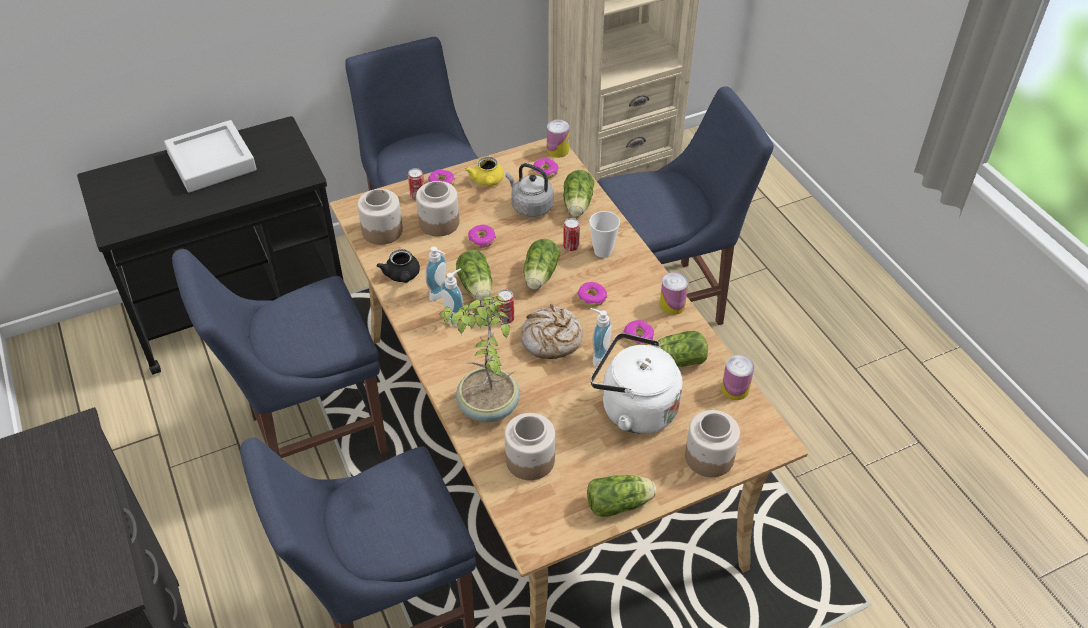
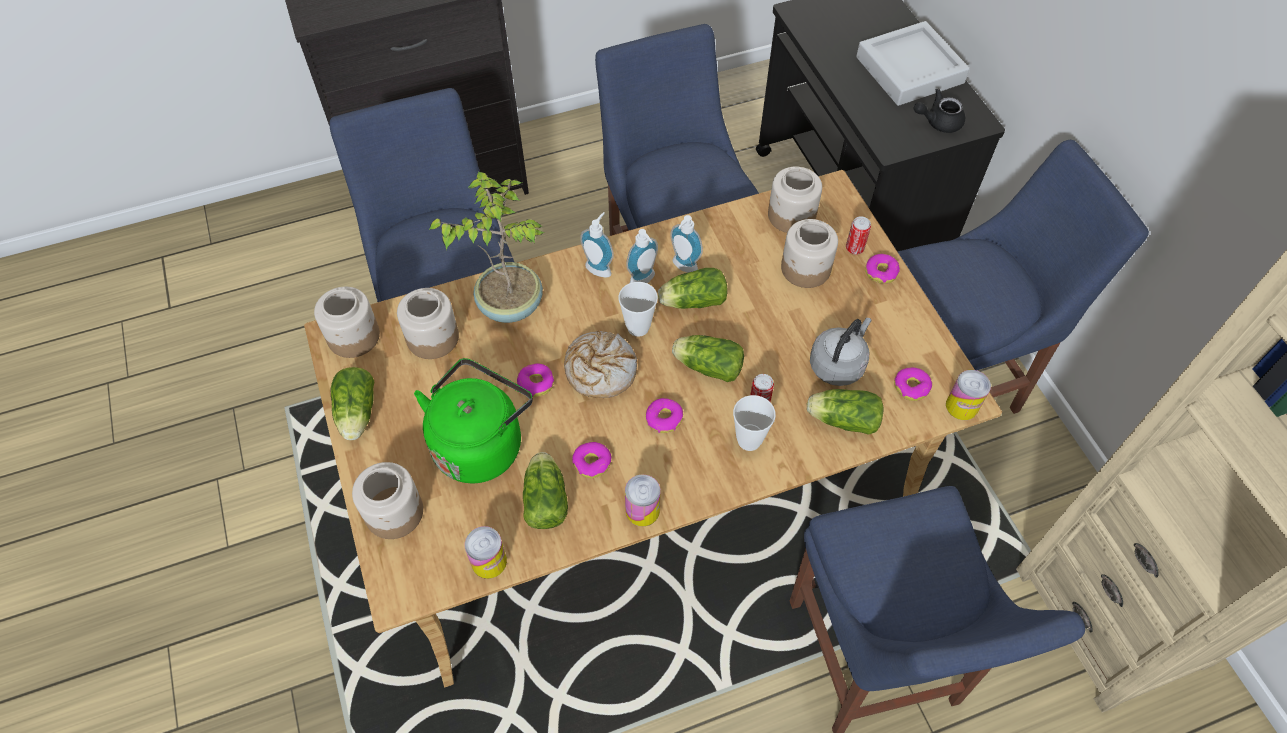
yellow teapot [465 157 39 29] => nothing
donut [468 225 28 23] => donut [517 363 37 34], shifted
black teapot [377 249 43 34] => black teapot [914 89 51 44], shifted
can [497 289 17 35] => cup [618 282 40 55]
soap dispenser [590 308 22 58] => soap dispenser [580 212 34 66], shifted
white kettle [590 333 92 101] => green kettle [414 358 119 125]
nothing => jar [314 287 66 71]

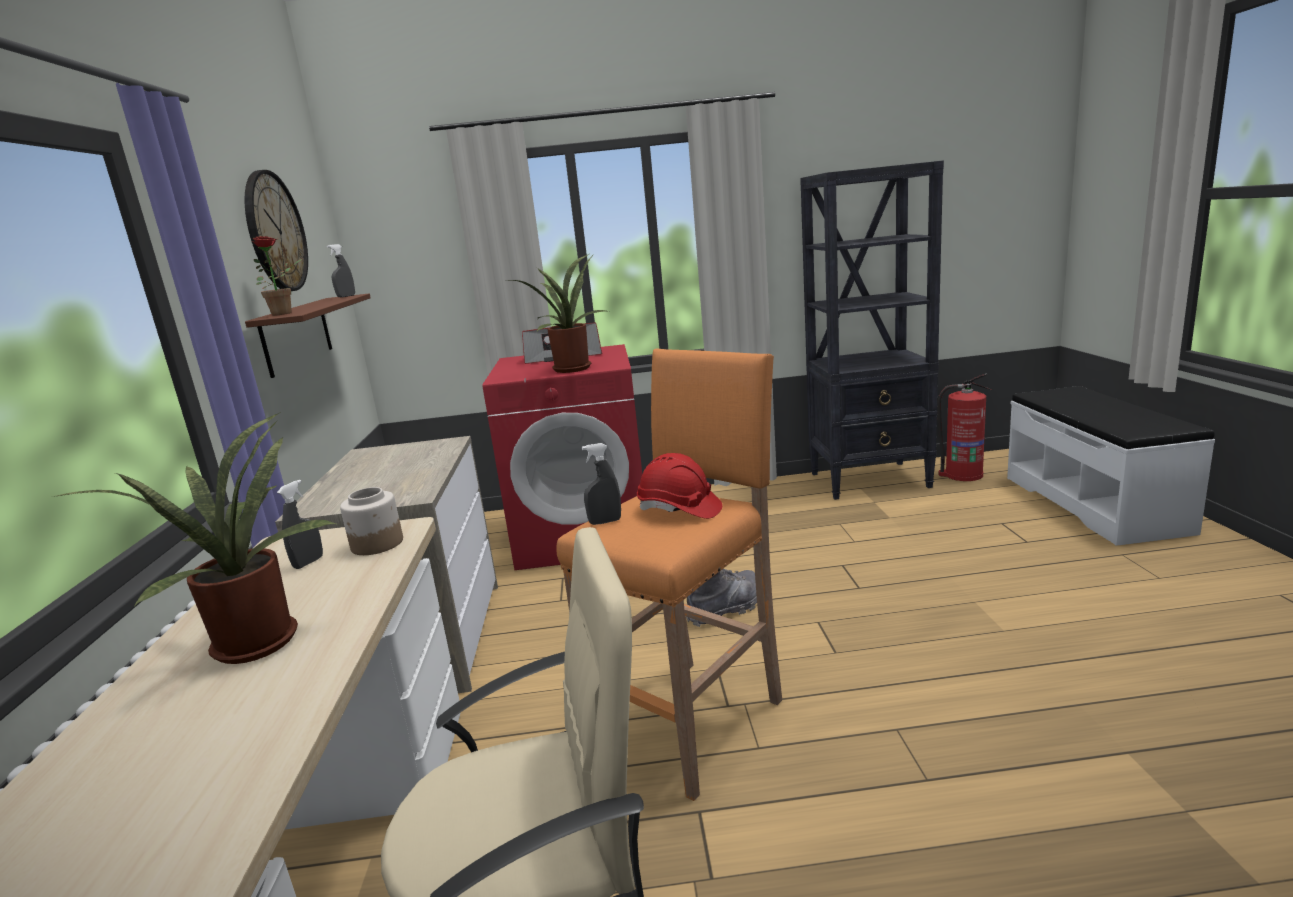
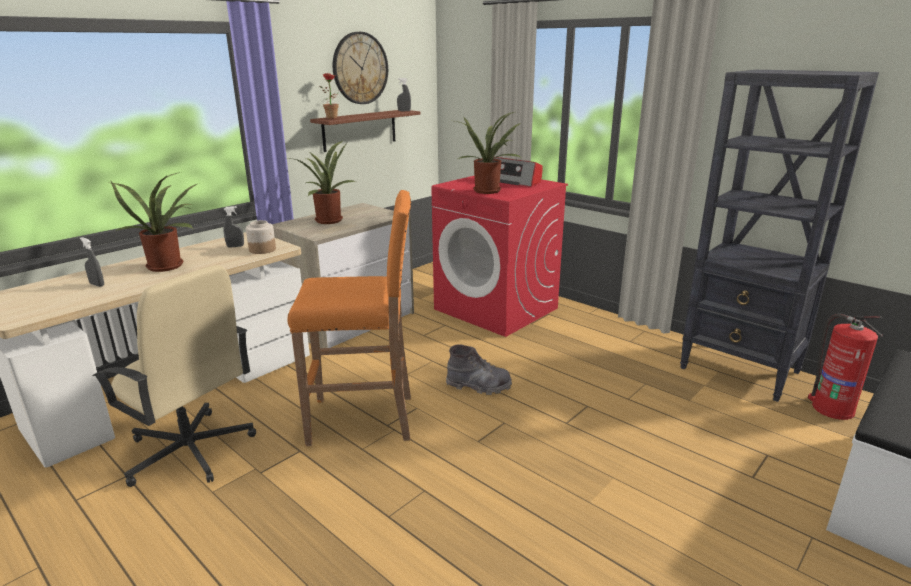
grey spray bottle [582 443 39 82] => grey spray bottle [80 237 24 50], shifted
red hard hat [637 453 85 66] => nothing
nothing => potted plant [295 141 61 83]

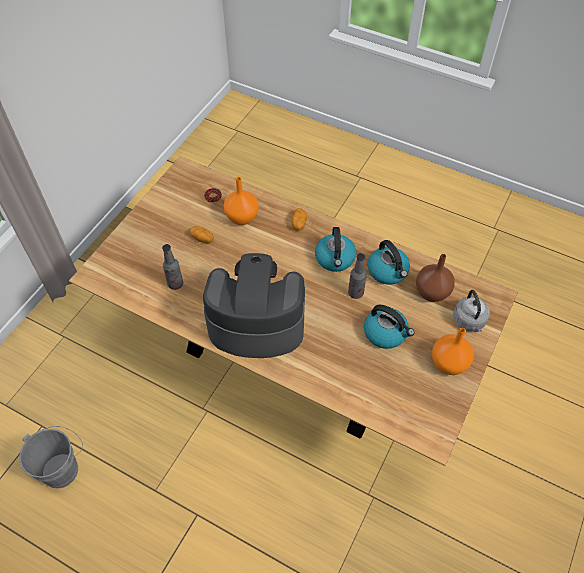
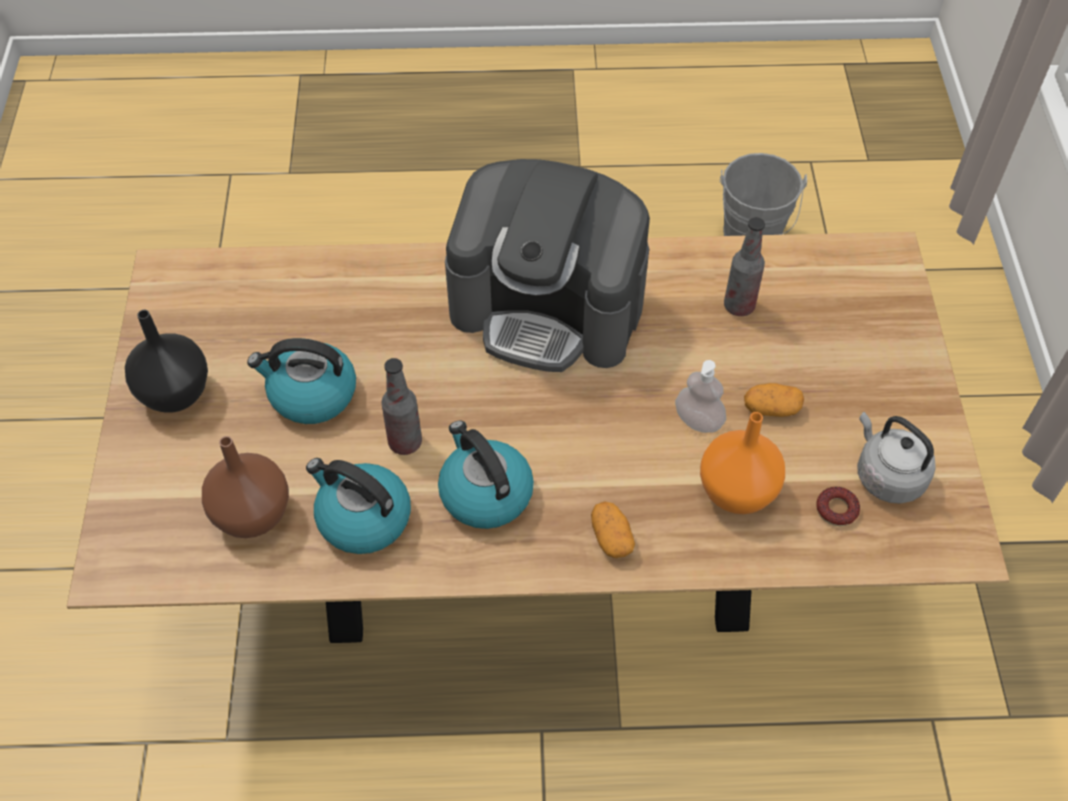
coffee machine [203 253 102 105] => coffee machine [445 159 205 213], 45 degrees clockwise
grey kettle [453 290 37 42] => grey kettle [857 412 79 92], shifted
orange vase [432 328 42 47] => black vase [125 310 83 103]
nothing => soap dispenser [675 360 51 73]

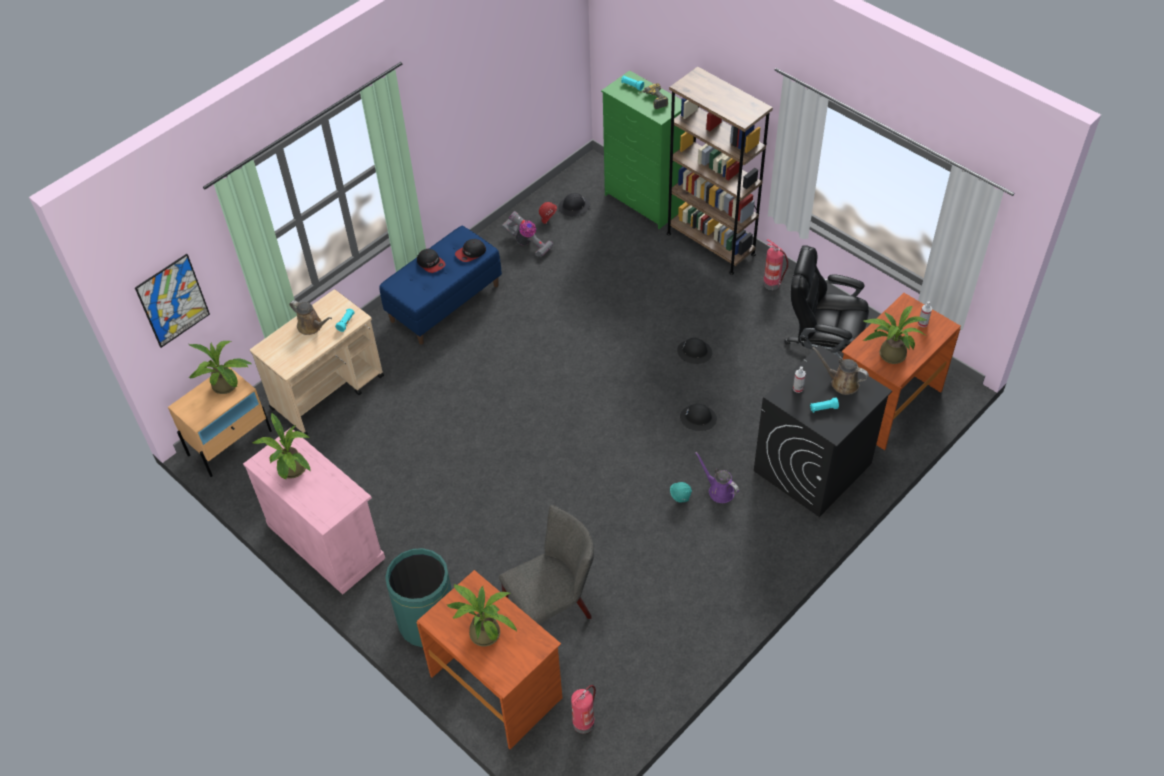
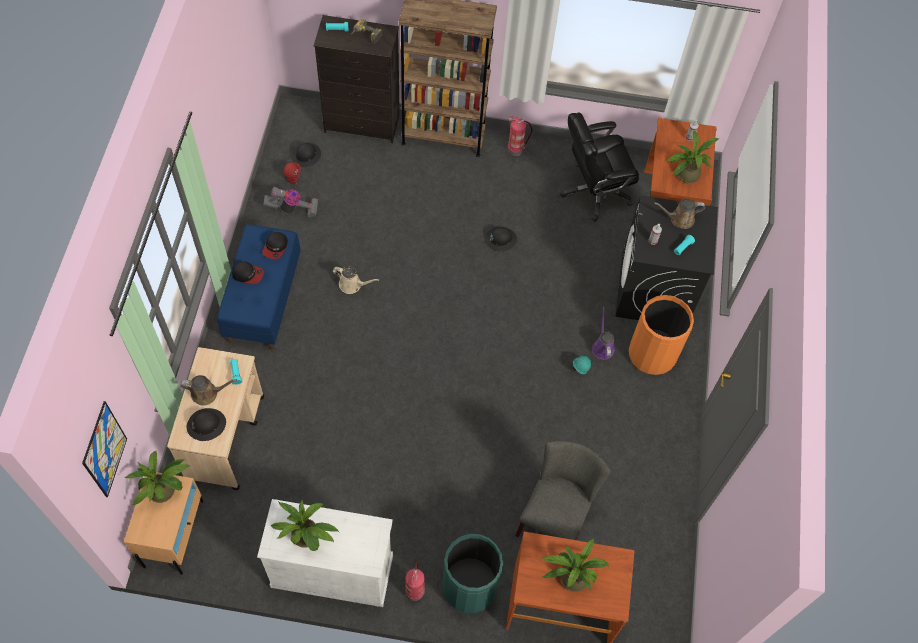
green dresser [601 70 84 159] => black dresser [314 15 86 128]
black hard hat [680 404 37 27] => black hard hat [186 408 40 33], shifted
pink cabinet [243 428 142 167] => white cabinet [257 499 136 108]
purple watering can [695 452 44 51] => purple watering can [592 307 23 53], 75 degrees clockwise
fire extinguisher [571 685 25 49] => fire extinguisher [405 562 20 39], shifted
nothing => beige watering can [333 267 46 27]
nothing => orange trash can [629 295 65 80]

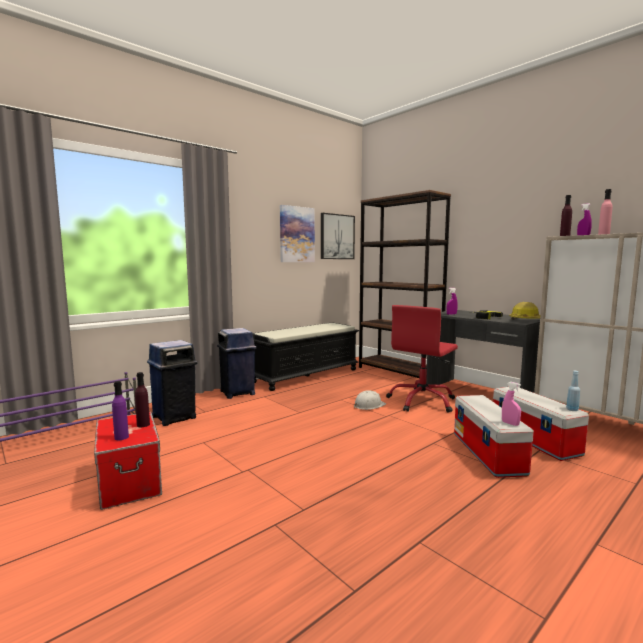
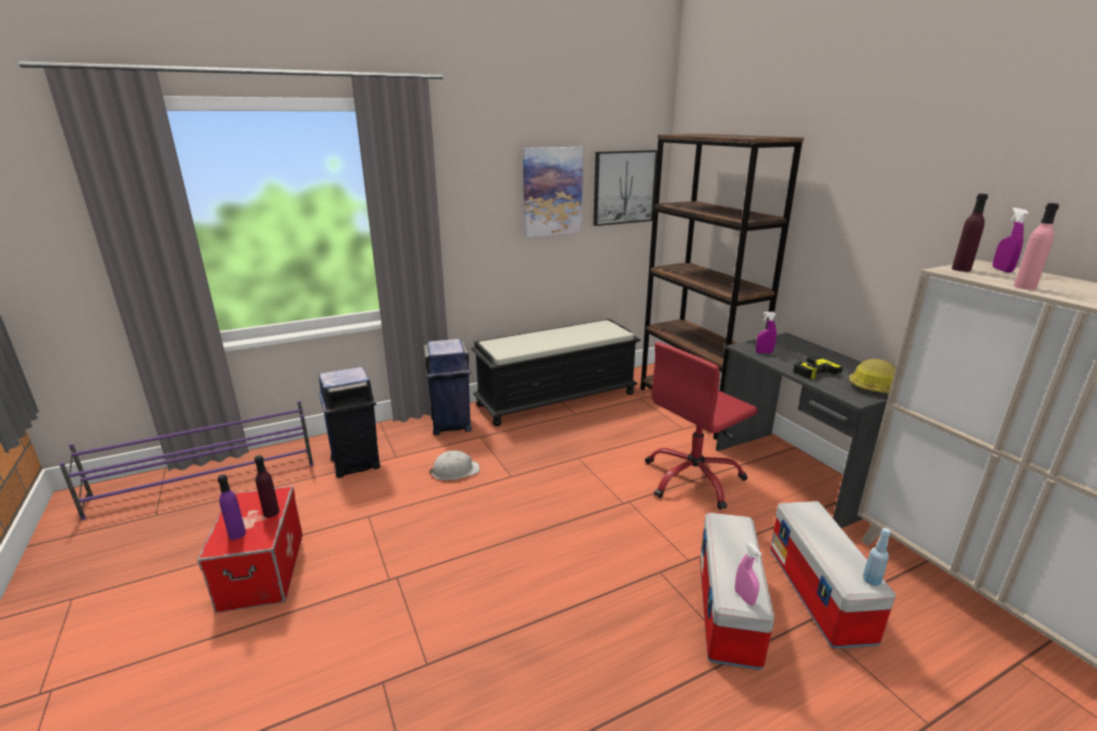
white hard hat [354 390 32 20] => white hard hat [429 451 51 29], shifted

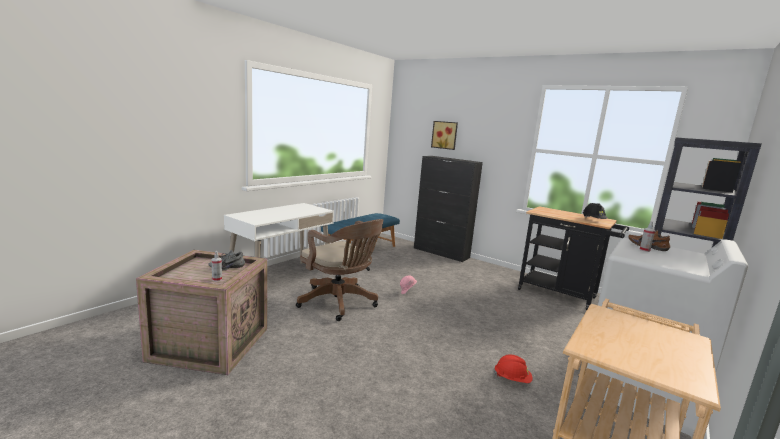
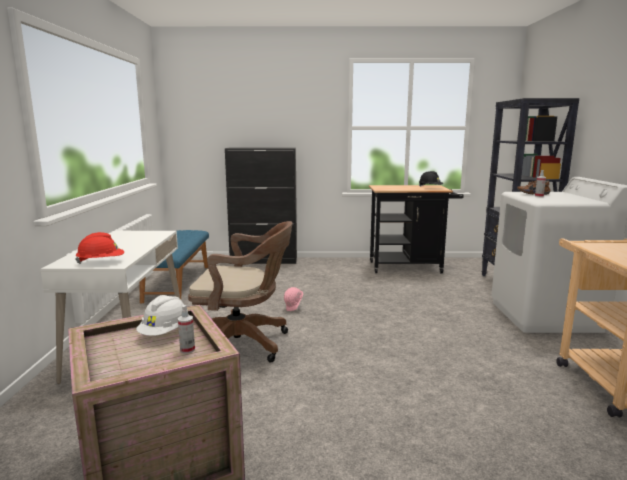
picture [431 121 27 29] => nothing
grey shoe [208 250 37 21] => white hard hat [136 295 53 41]
red hard hat [493 354 40 29] => red hard hat [75 232 49 32], shifted

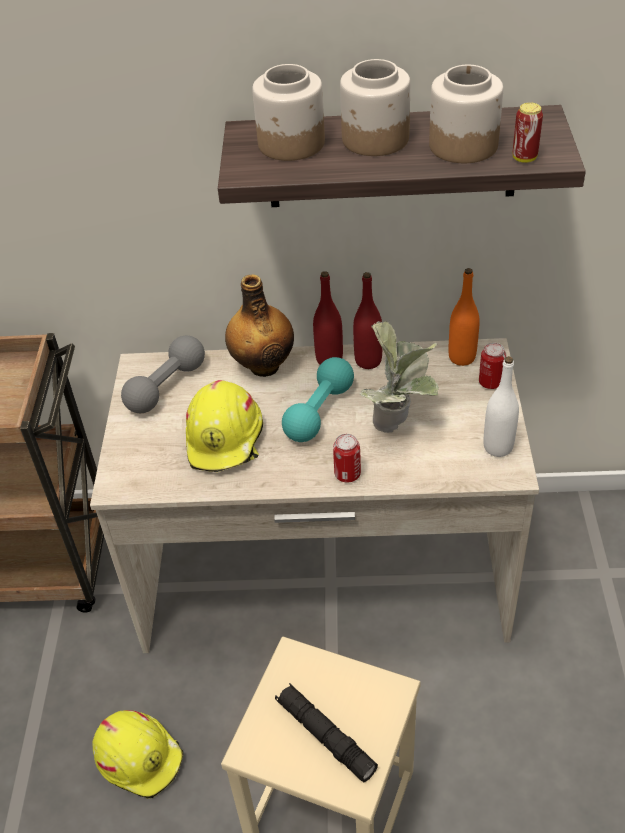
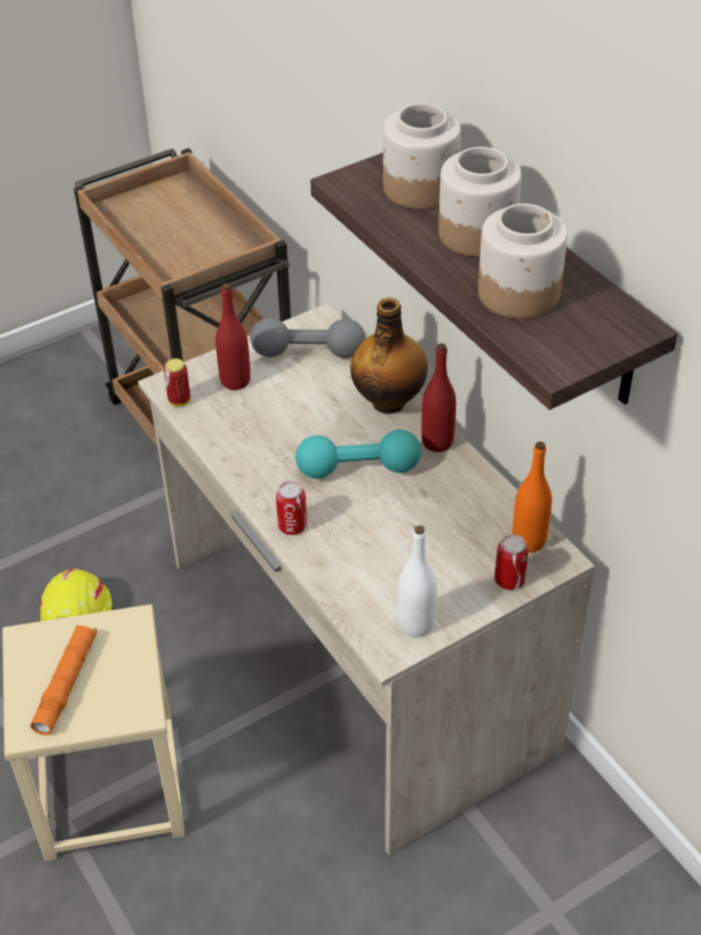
can [513 102 30 61] => can [164 359 26 47], shifted
red bottle [353 272 29 97] => red bottle [216 283 34 107], shifted
potted plant [360 320 79 113] => nothing
yellow hard hat [186 380 77 92] => nothing
black flashlight [275 683 103 99] => orange flashlight [30 624 67 111]

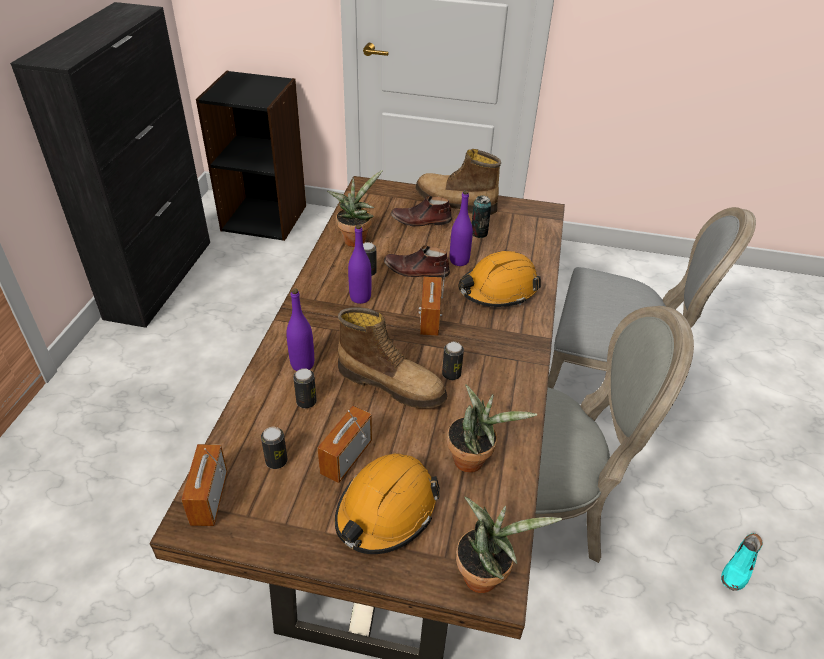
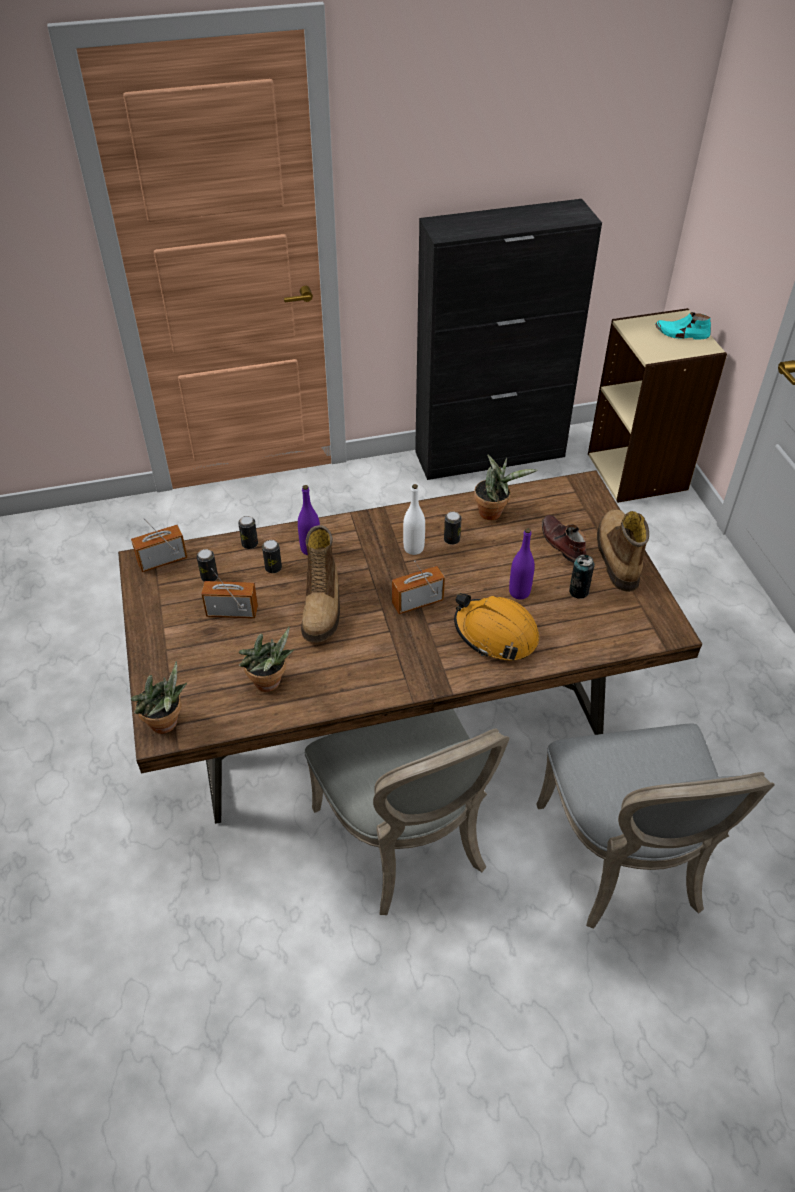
black bookcase [196 71 110 170] => beige bookcase [588 308 139 195]
purple bottle [348 225 23 79] => white bottle [403 484 22 71]
brown shoe [384 245 66 33] => nothing
can [442 342 22 38] => can [238 516 20 33], shifted
orange hard hat [335 453 105 101] => nothing
turquoise shoe [721 533 42 58] => turquoise shoe [655 312 56 28], shifted

